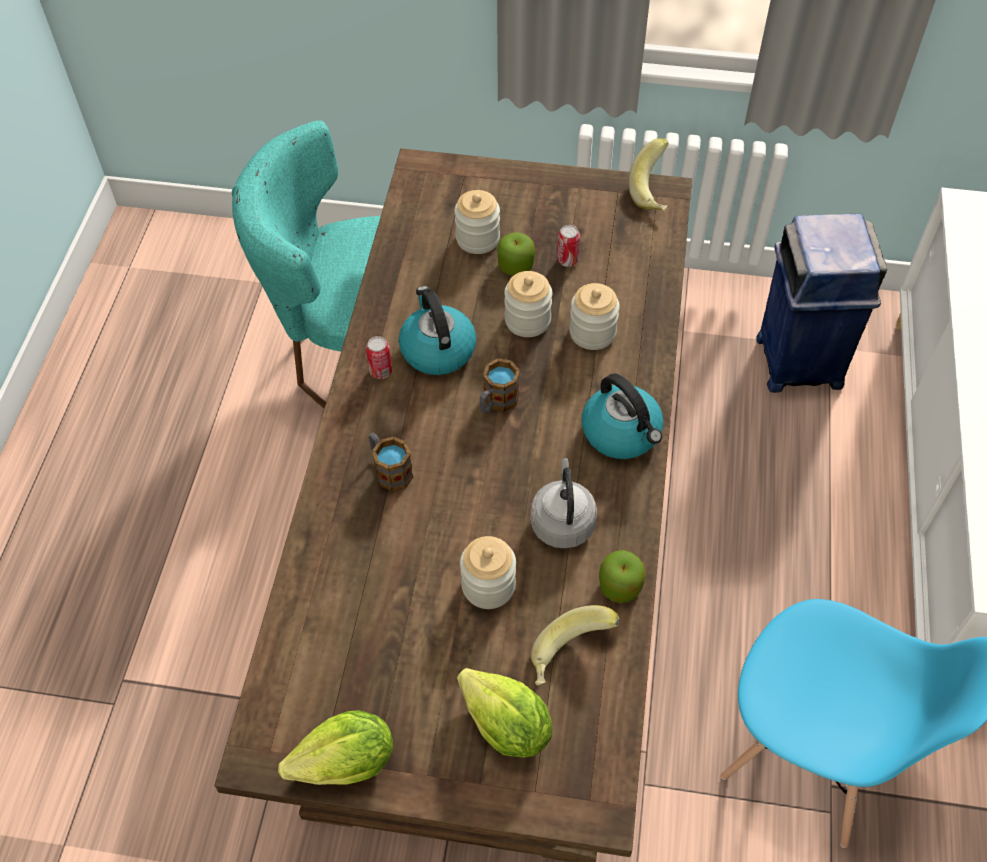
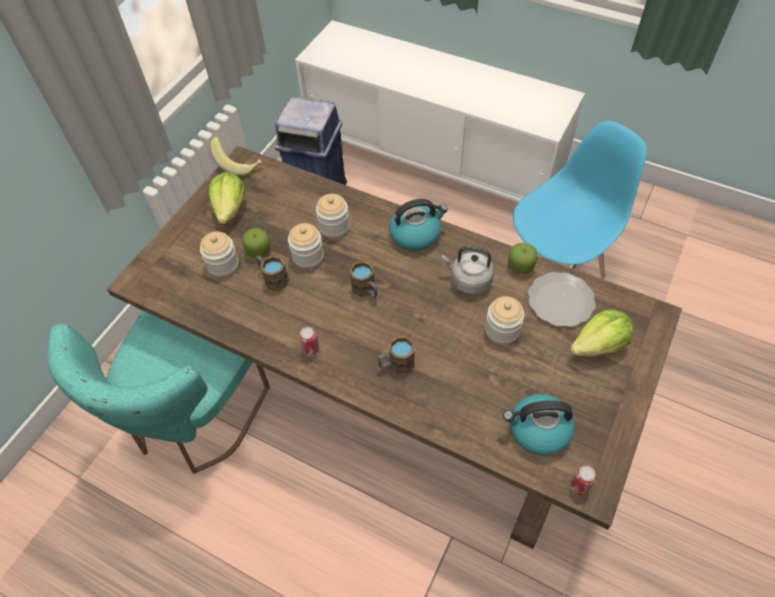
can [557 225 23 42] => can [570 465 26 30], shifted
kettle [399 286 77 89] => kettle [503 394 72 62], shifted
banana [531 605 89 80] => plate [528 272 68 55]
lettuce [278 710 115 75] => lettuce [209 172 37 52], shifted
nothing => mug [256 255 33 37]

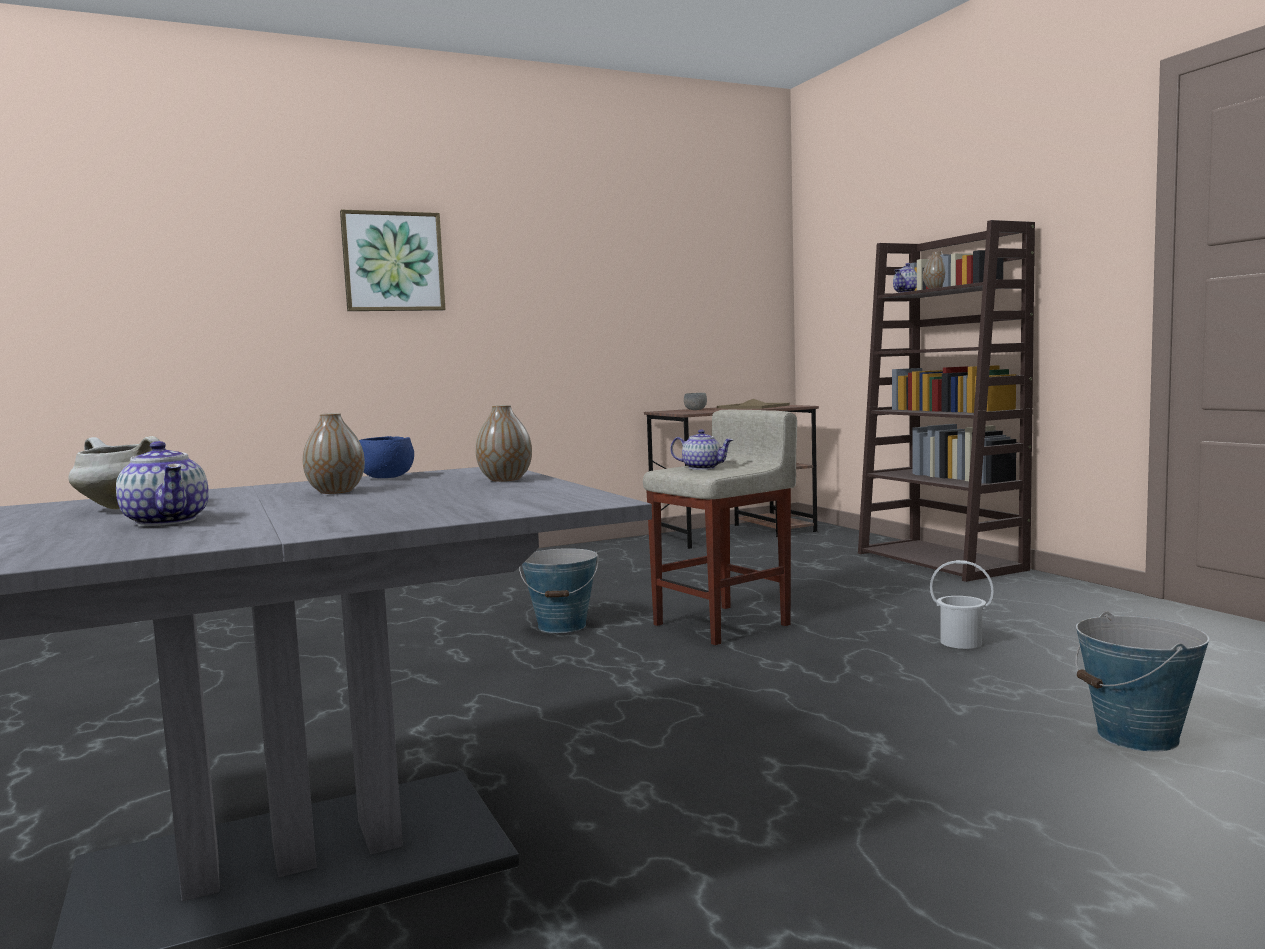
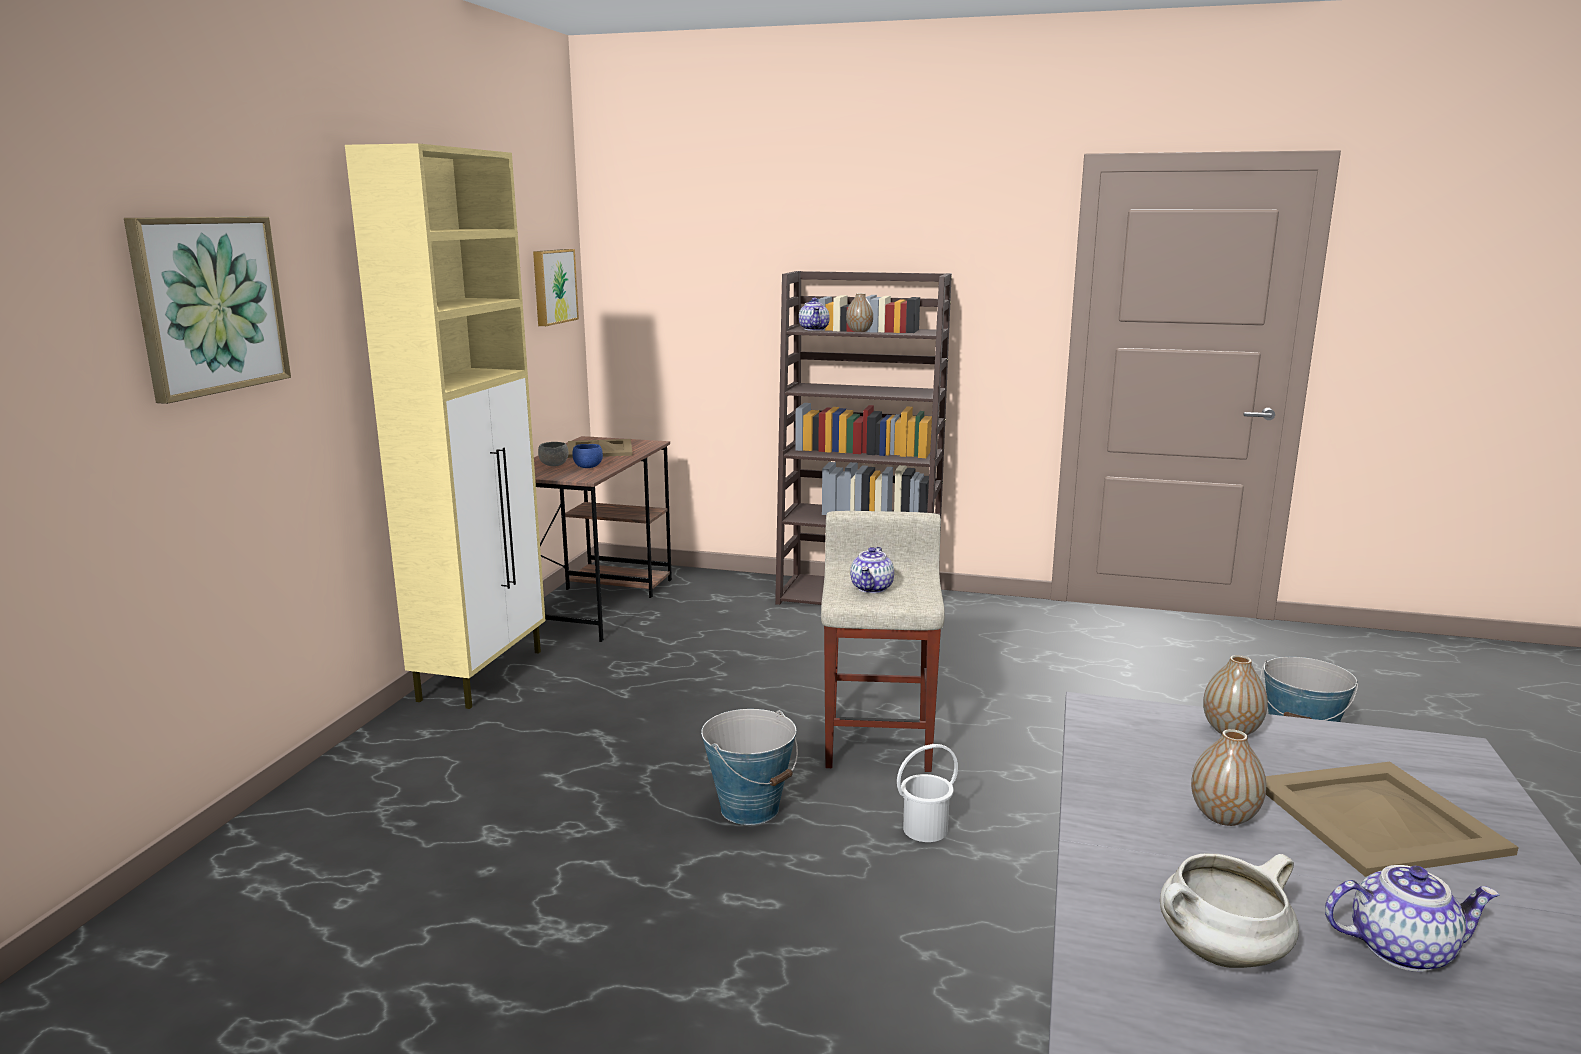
teapot [670 429 63 41] => teapot [850 547 44 46], 135 degrees clockwise
blue bowl [359 436 55 42] => blue bowl [572 444 31 24], shifted
white bucket [930 560 64 89] => white bucket [897 744 61 98], shifted
nothing => beige cabinet [345 143 201 566]
nothing => picture [533 249 46 77]
nothing => beige tray [1266 762 253 115]

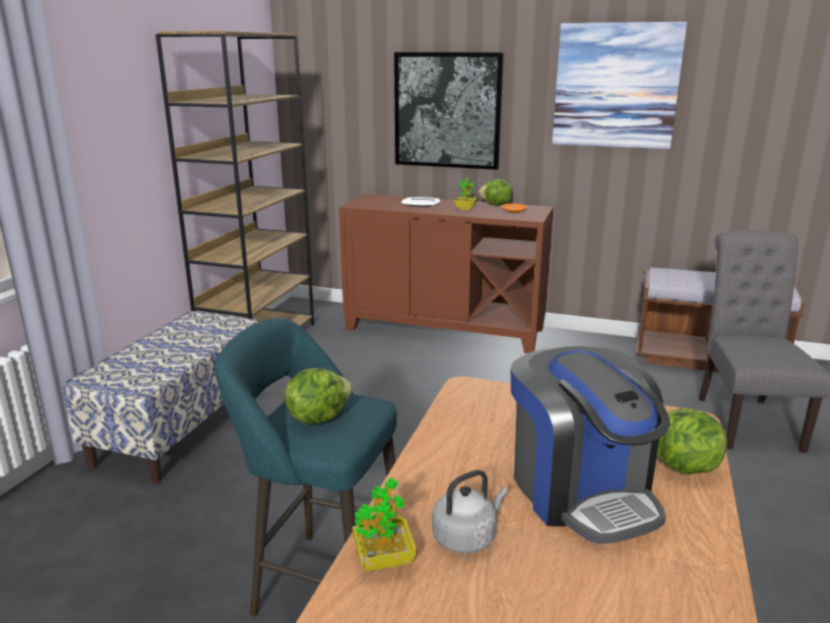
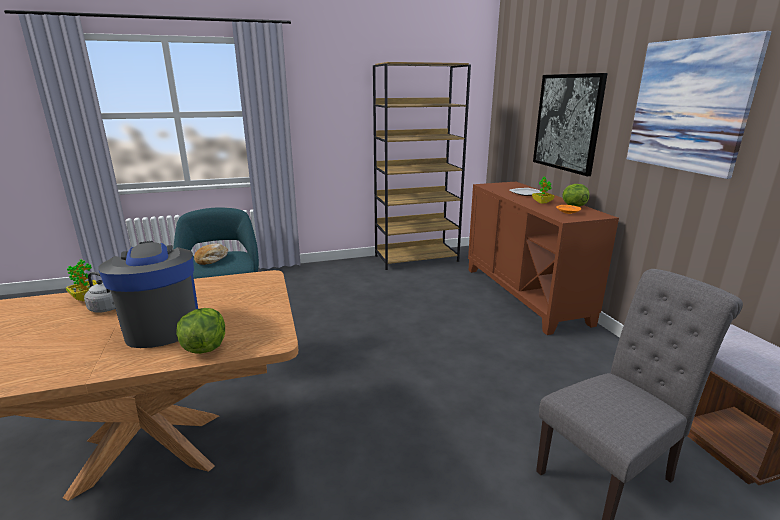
bench [63 311 196 173] => nothing
coffee machine [510 346 161 198] => coffee machine [98 241 100 107], 120 degrees clockwise
lettuce [284 368 68 56] => bread [194 243 34 22]

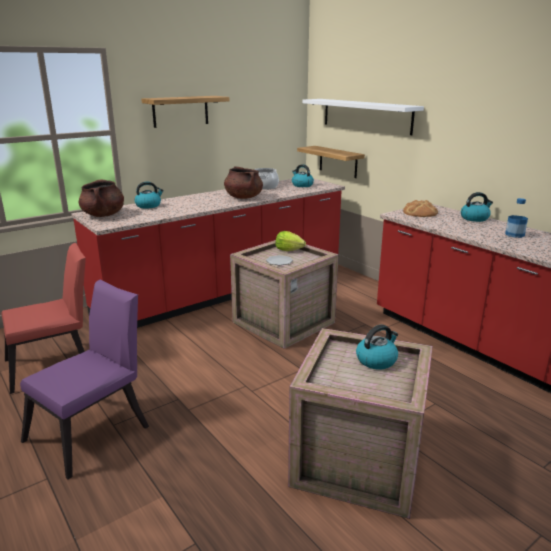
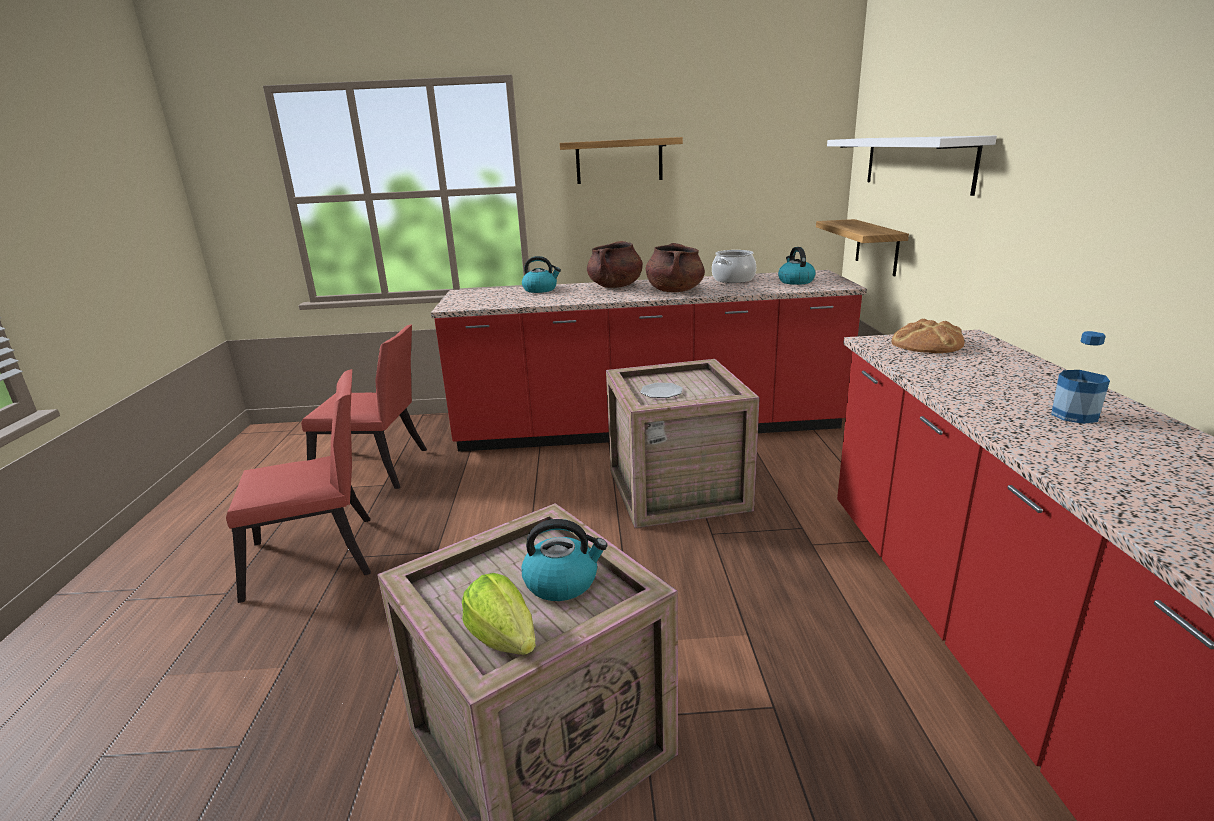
brown cooking pot [79 180 45 37] => brown cooking pot [587 241 56 47], shifted
kettle [461 192 32 30] => nothing
lettuce [276 231 30 20] => lettuce [462 573 74 82], shifted
purple chair [20 280 129 200] => red chair [226 369 145 234]

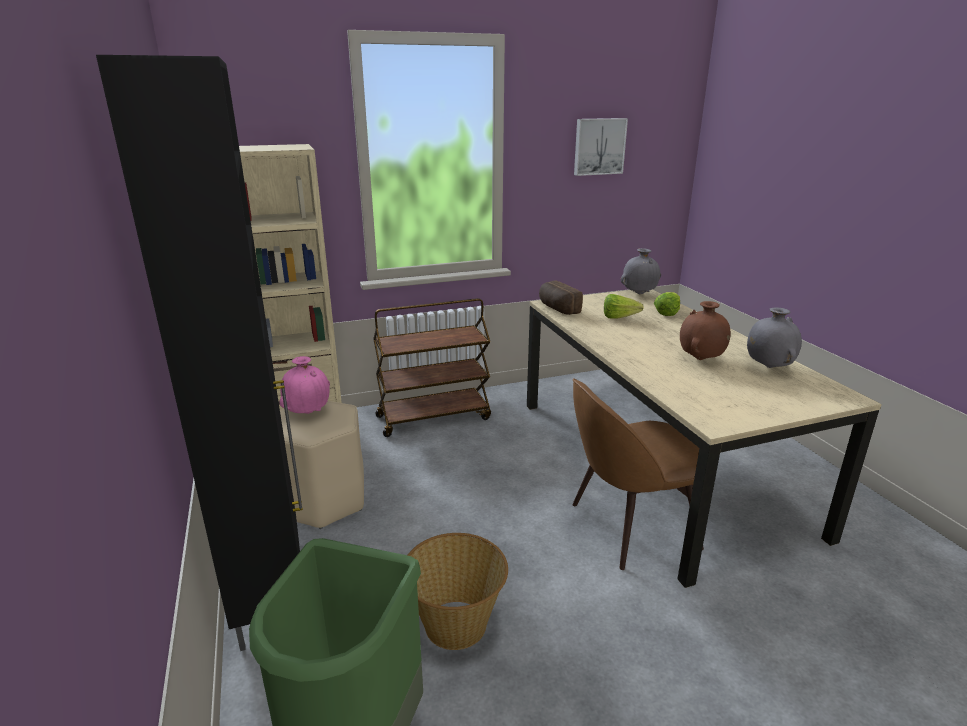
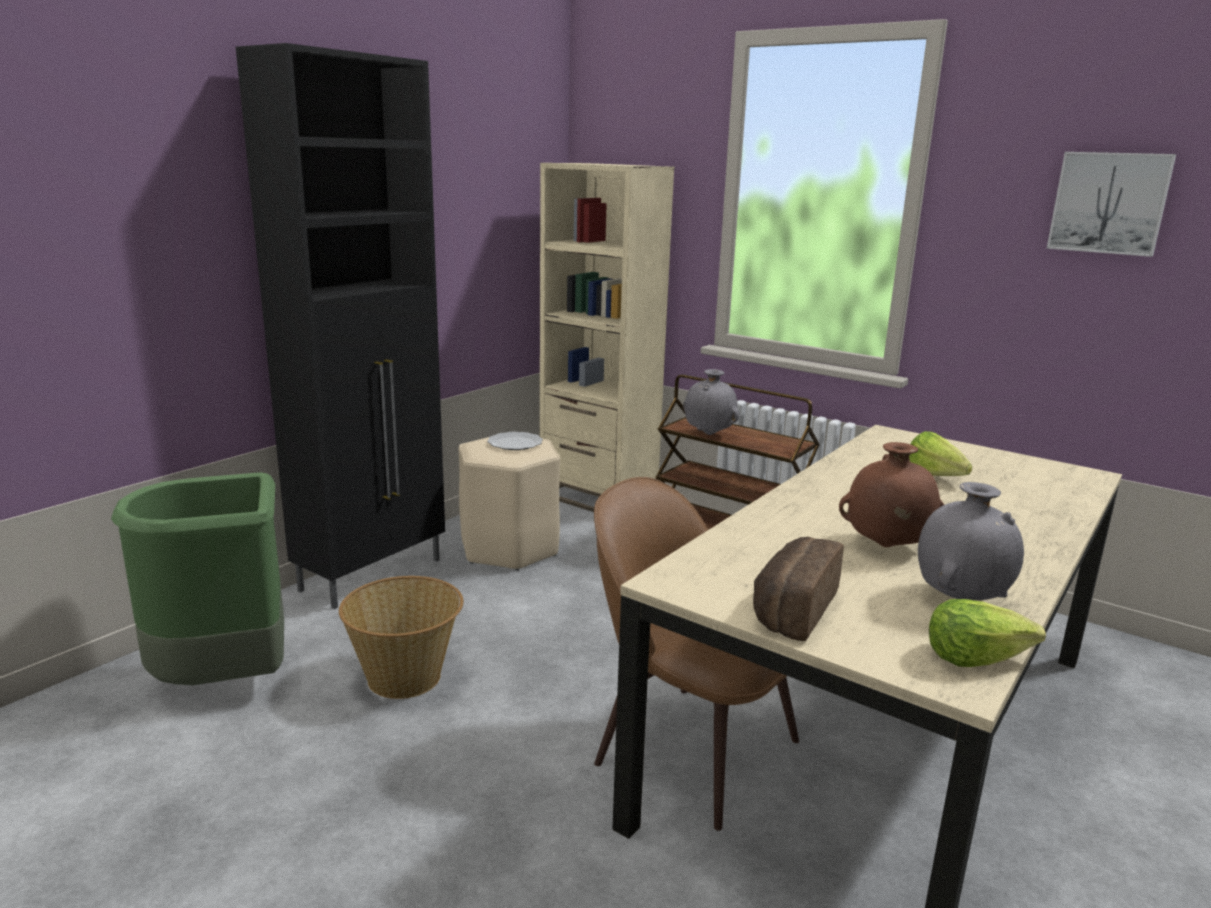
grey vase [621 248 40 46] => grey vase [683 369 57 66], shifted
bread [539 280 44 35] => bread [753 537 91 104], shifted
lettuce [654 292 26 24] => lettuce [929 599 117 68], shifted
pink vase [280 356 50 58] => plate [487 432 56 18]

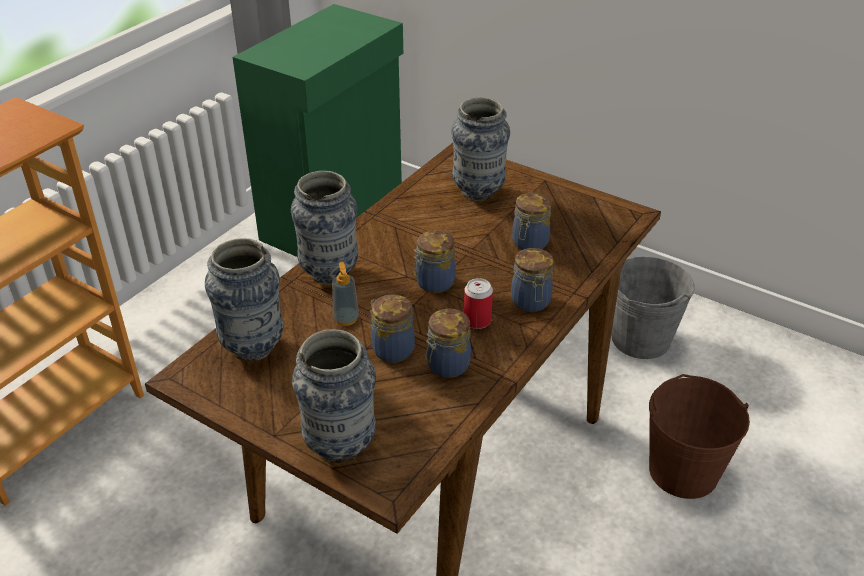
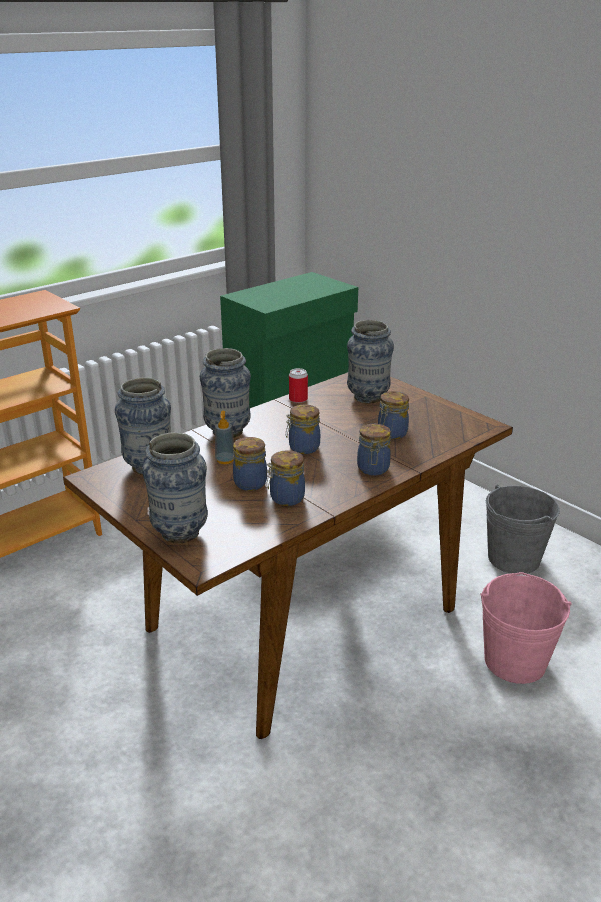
can [464 278 29 51] => can [289 368 19 35], shifted
brown bucket [649 374 101 125] => pink bucket [481 572 91 112]

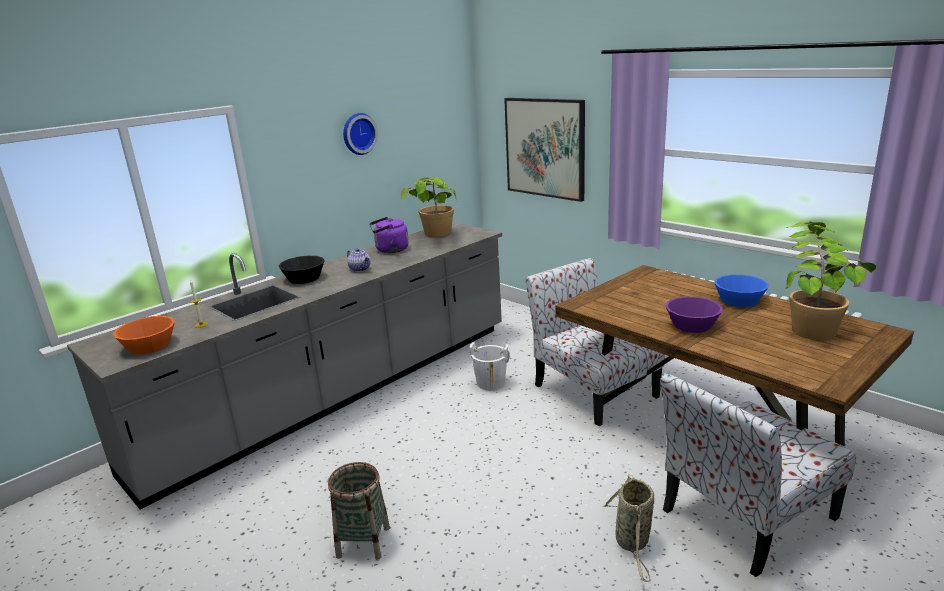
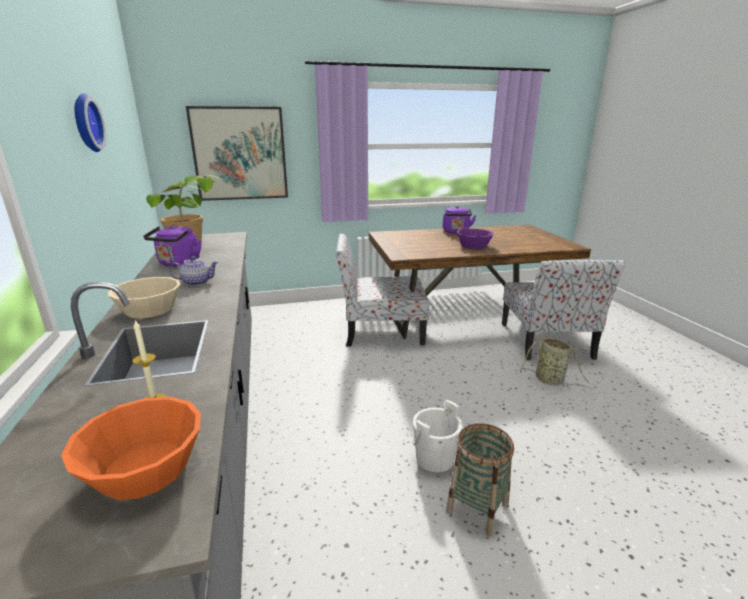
potted plant [786 221 90 119] => nothing
black bowl [278 256 47 28] => beige bowl [108 277 72 41]
blue bowl [714 275 54 32] => purple kettle [443 206 33 28]
white bucket [470 342 40 48] => white bucket [413 400 49 72], shifted

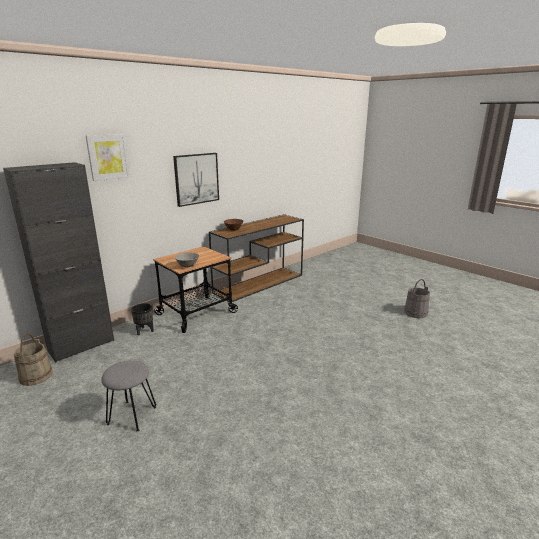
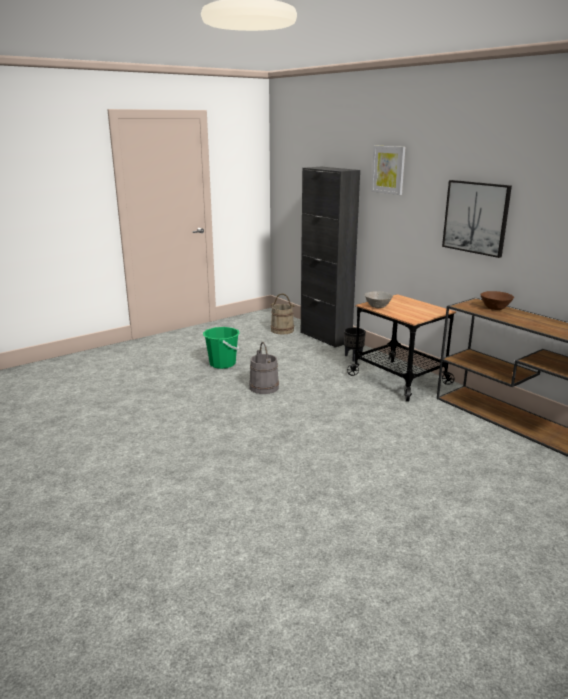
grey bucket [404 279 26 39] => grey bucket [249 342 30 52], shifted
grey stool [101 360 55 71] => green bucket [203 327 37 42]

